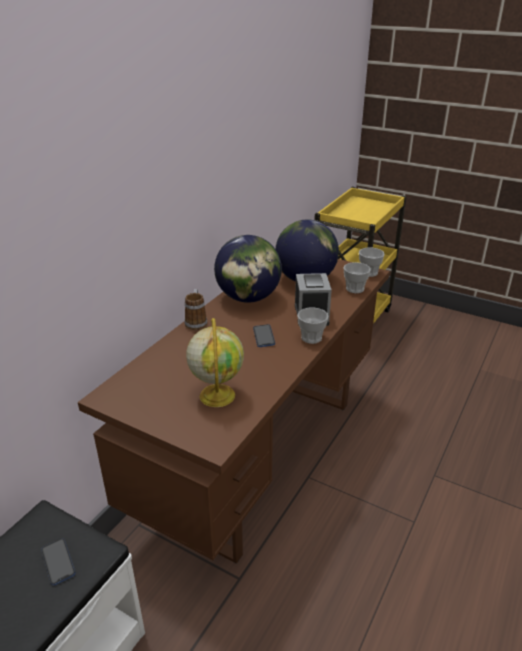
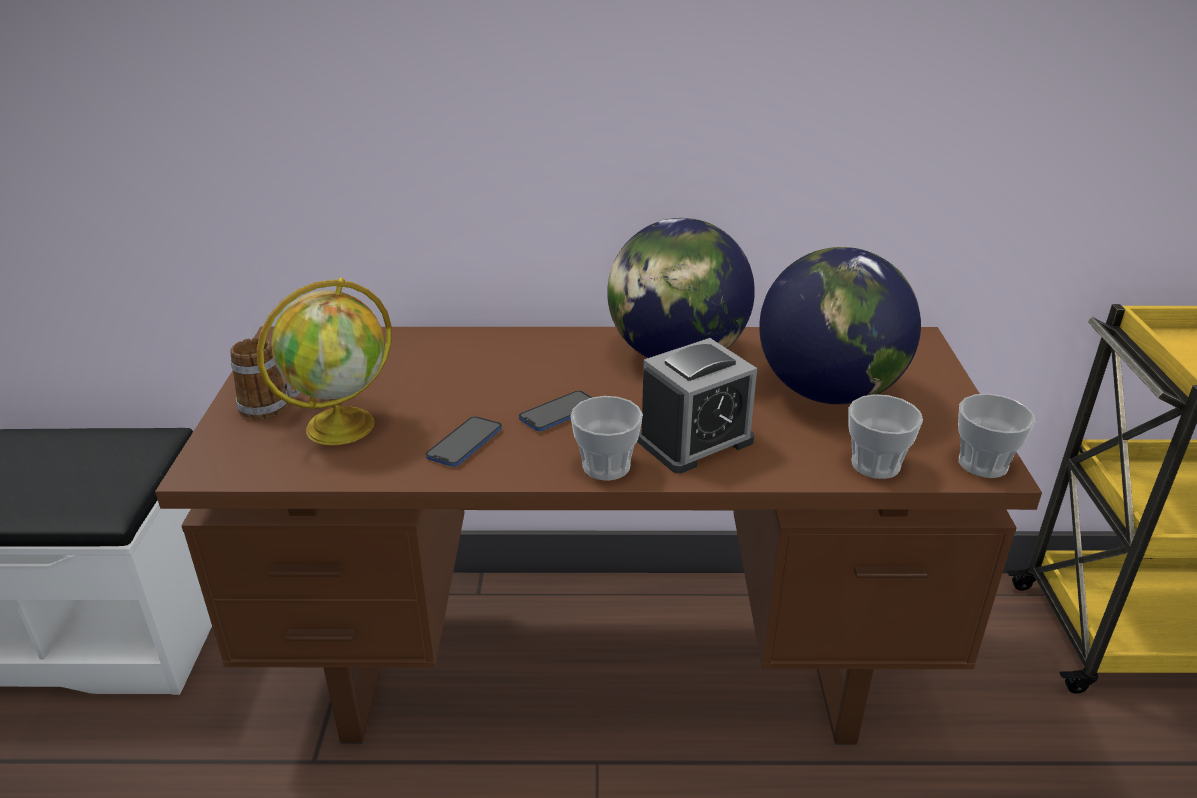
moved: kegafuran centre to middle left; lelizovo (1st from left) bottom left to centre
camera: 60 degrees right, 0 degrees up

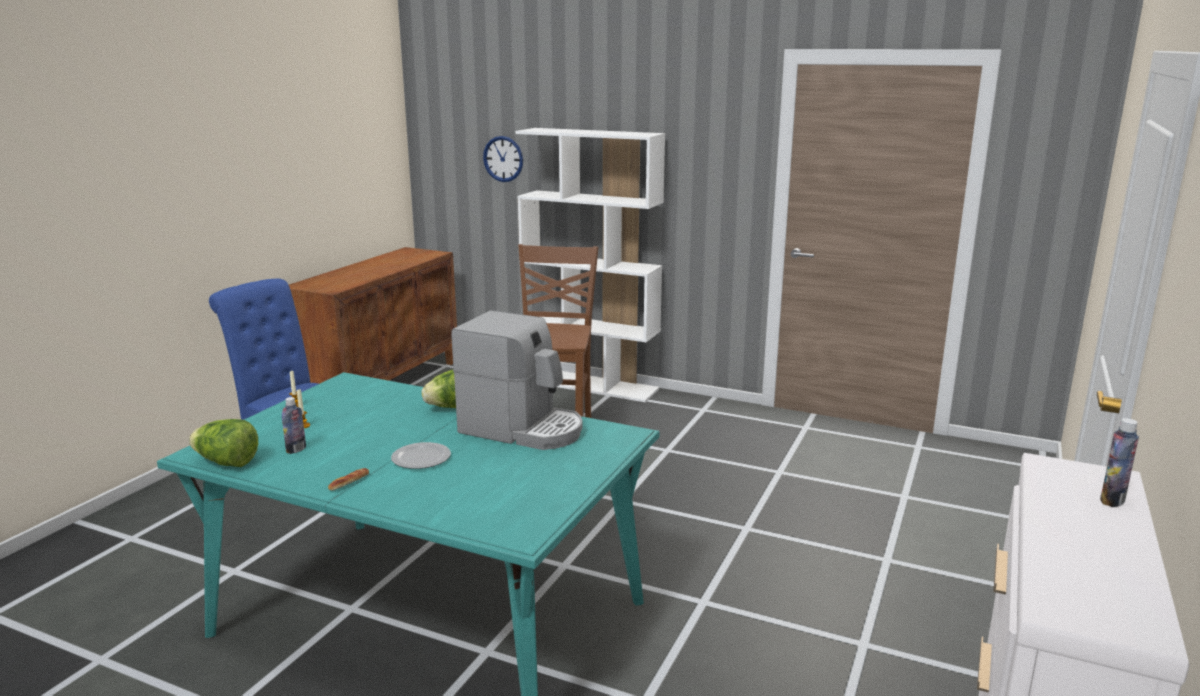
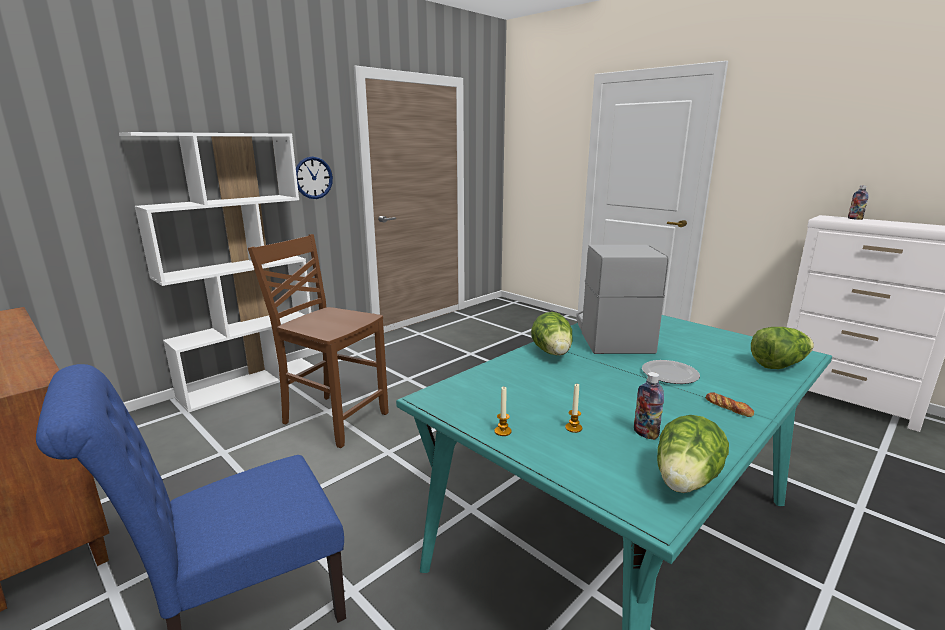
added: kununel (3rd from left) middle right
moved: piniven top centre to top left
turned: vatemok centre = centre 45 degrees counterclockwise
camera: 70 degrees left, 0 degrees up

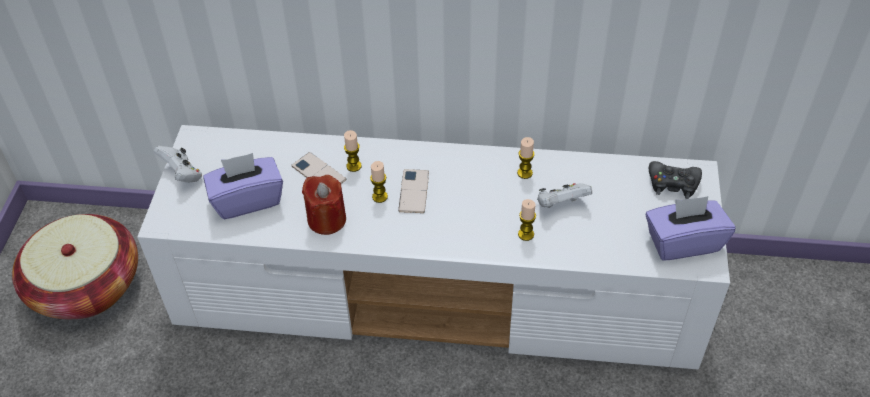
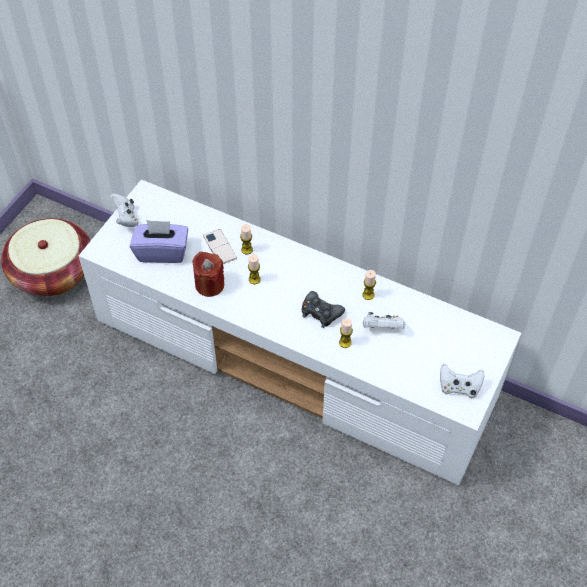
removed: lelizovo (2nd from left) centre
moved: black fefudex middle right to centre
replaced: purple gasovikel (2nd from left) middle right to white fefudex (3rd from left) middle right
camera: 20 degrees right, 5 degrees up

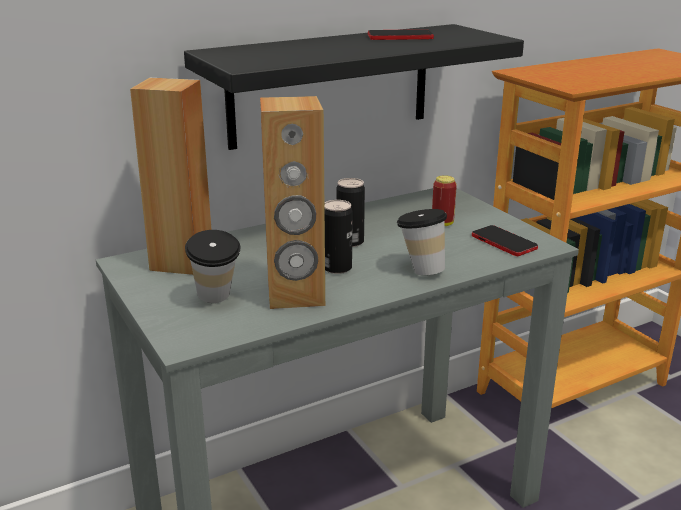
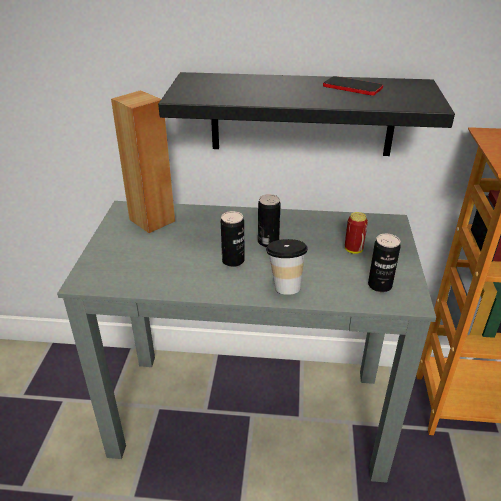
removed: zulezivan (1st from left) middle left; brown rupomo (2nd from left) centre
replaced: lelizovo (2nd from left) middle right to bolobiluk (4th from left) middle right
camera: 35 degrees right, 10 degrees up

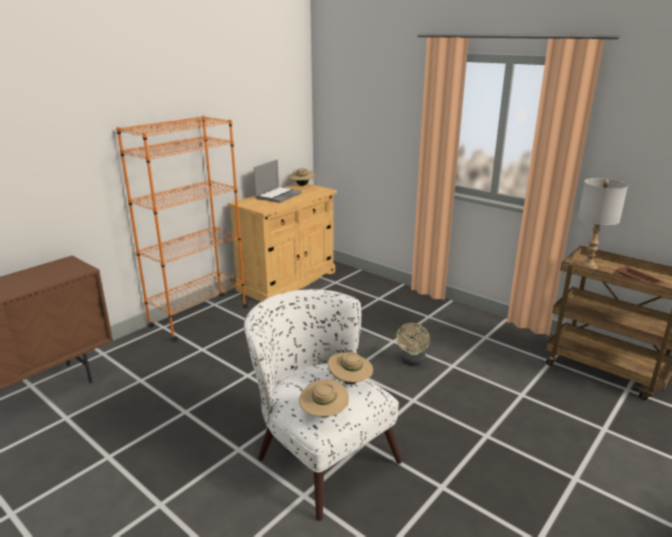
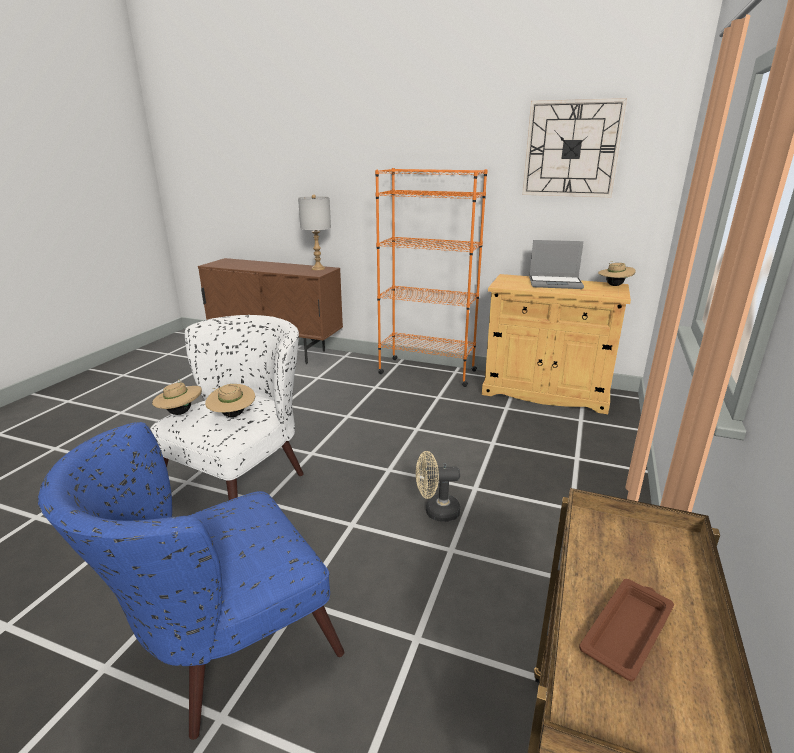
added: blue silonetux bottom left; piniven top right
moved: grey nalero middle right to top centre
camera: 70 degrees right, 0 degrees up

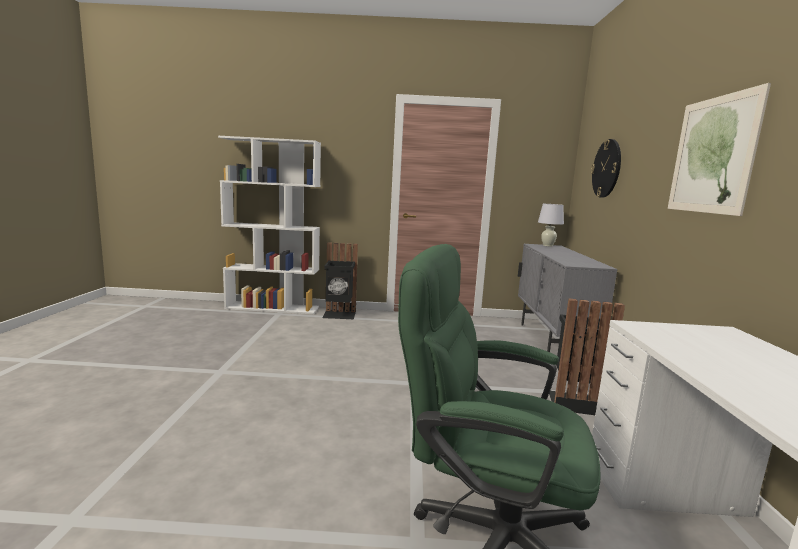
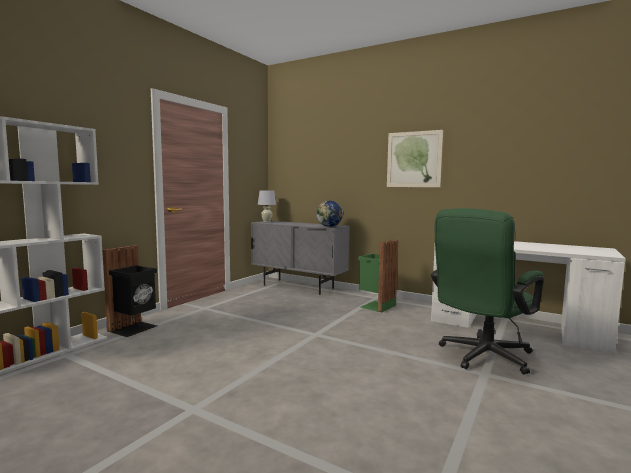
removed: piniven top right
added: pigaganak centre
recoloured: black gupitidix (2nd from left) middle right to green gupitidix centre
camera: 60 degrees left, 5 degrees down

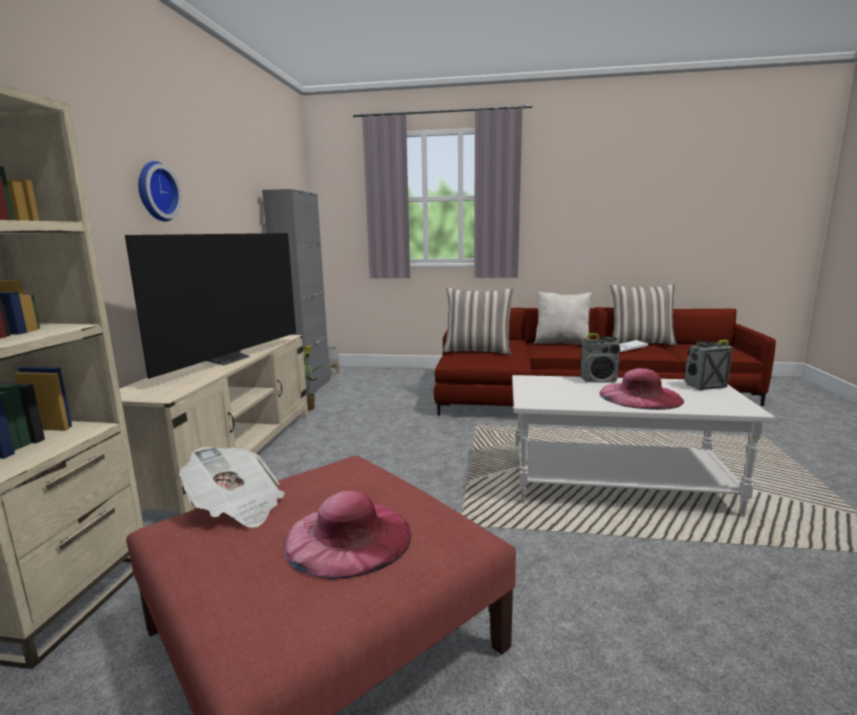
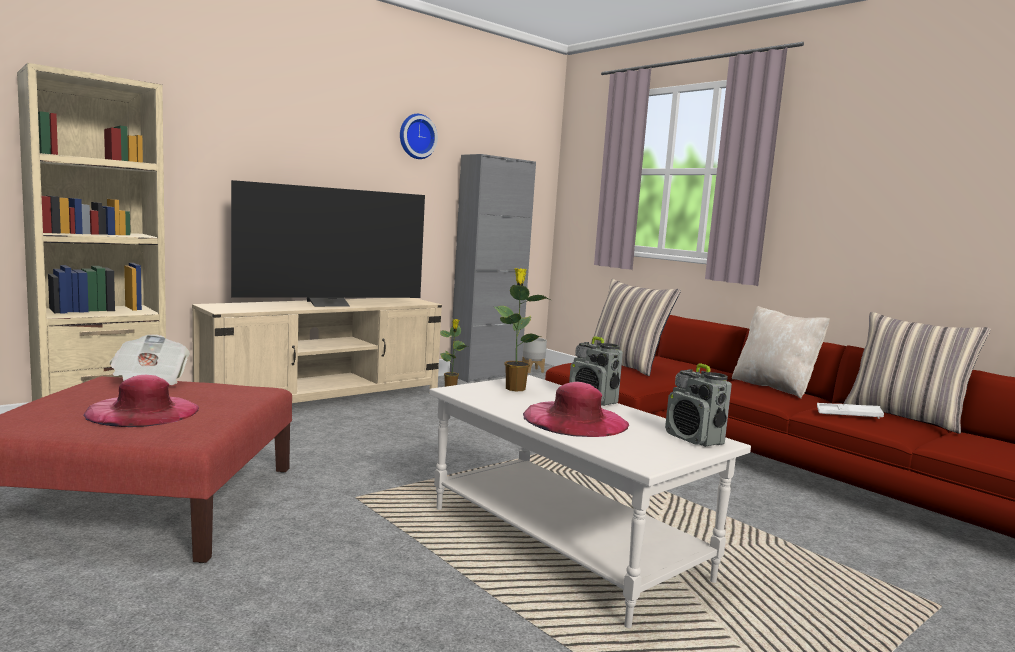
added: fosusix (2nd from left) centre
moved: piniven top left to top centre
turned: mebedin (2nd from left) middle right = middle right 150 degrees counterclockwise
camera: 40 degrees right, 5 degrees down

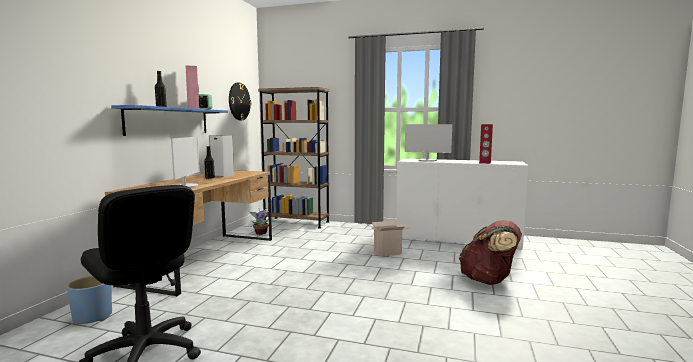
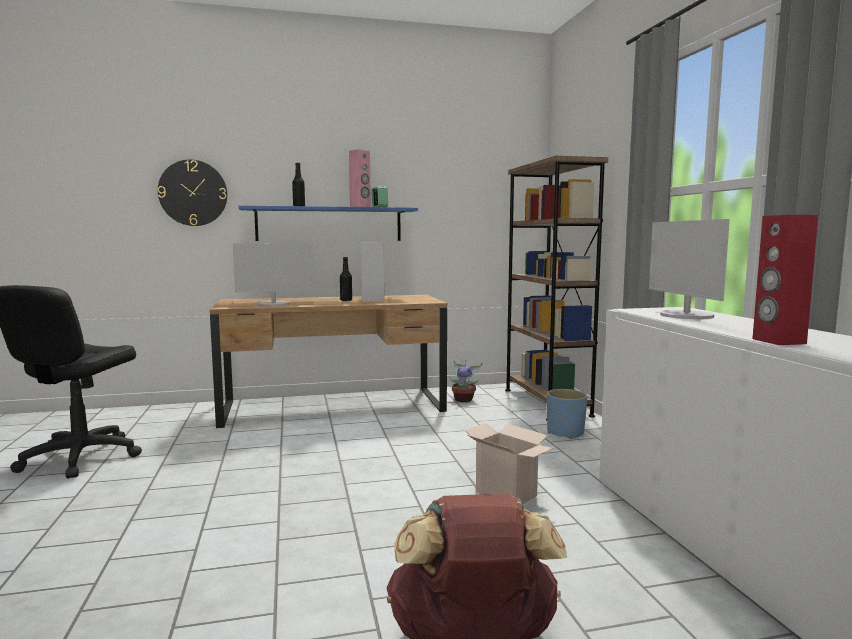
moved: piniven top centre to top left; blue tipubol bottom left to centre
camera: 60 degrees right, 0 degrees up

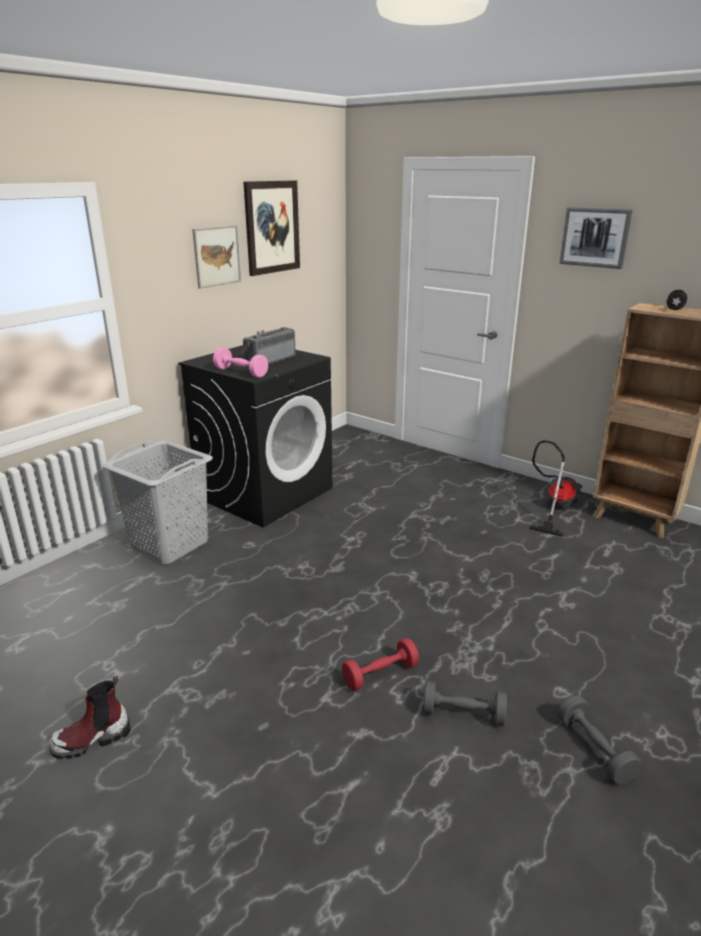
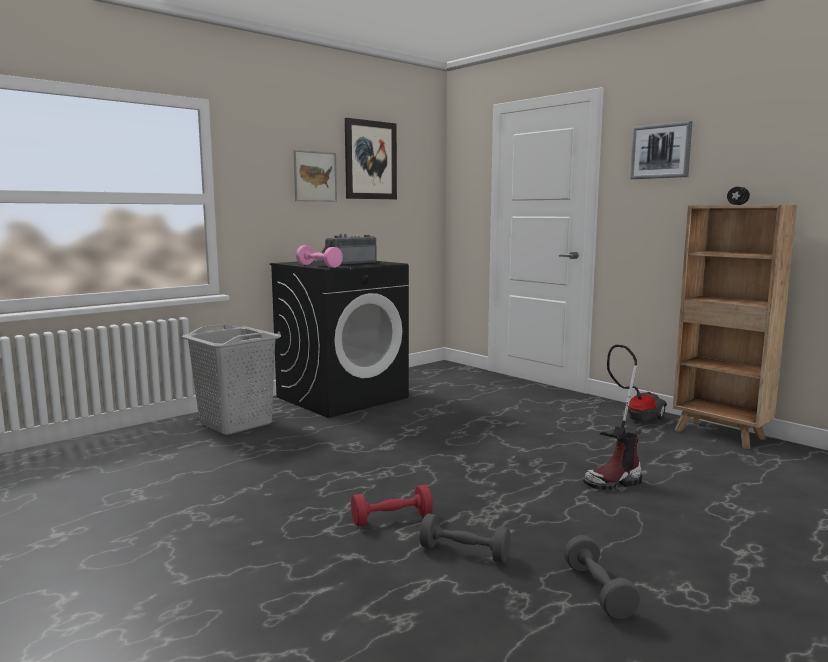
moved: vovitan bottom left to bottom right
camera: 10 degrees right, 15 degrees down

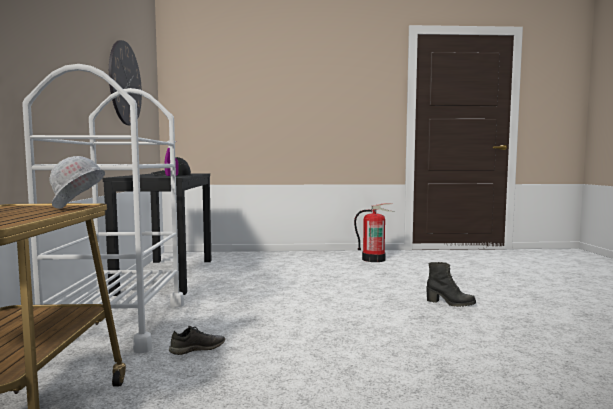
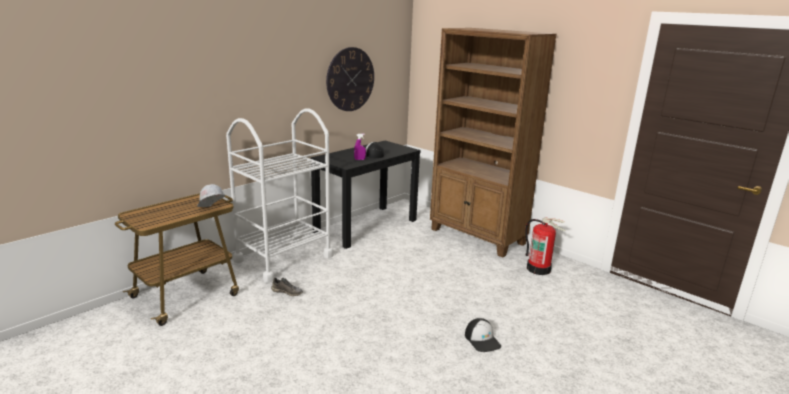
added: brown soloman centre
replaced: black vovitan bottom right to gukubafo (2nd from left) bottom centre
camera: 45 degrees right, 15 degrees up

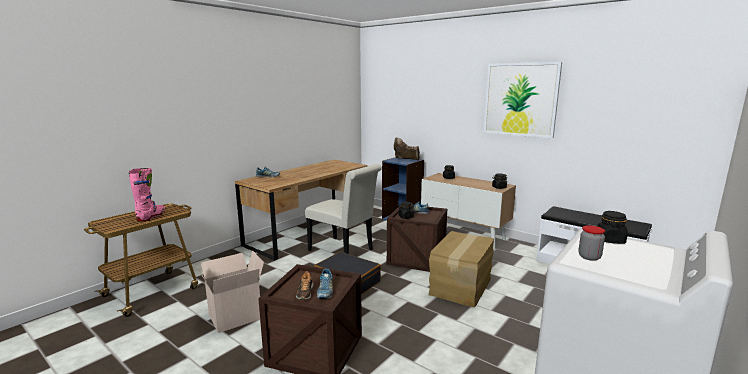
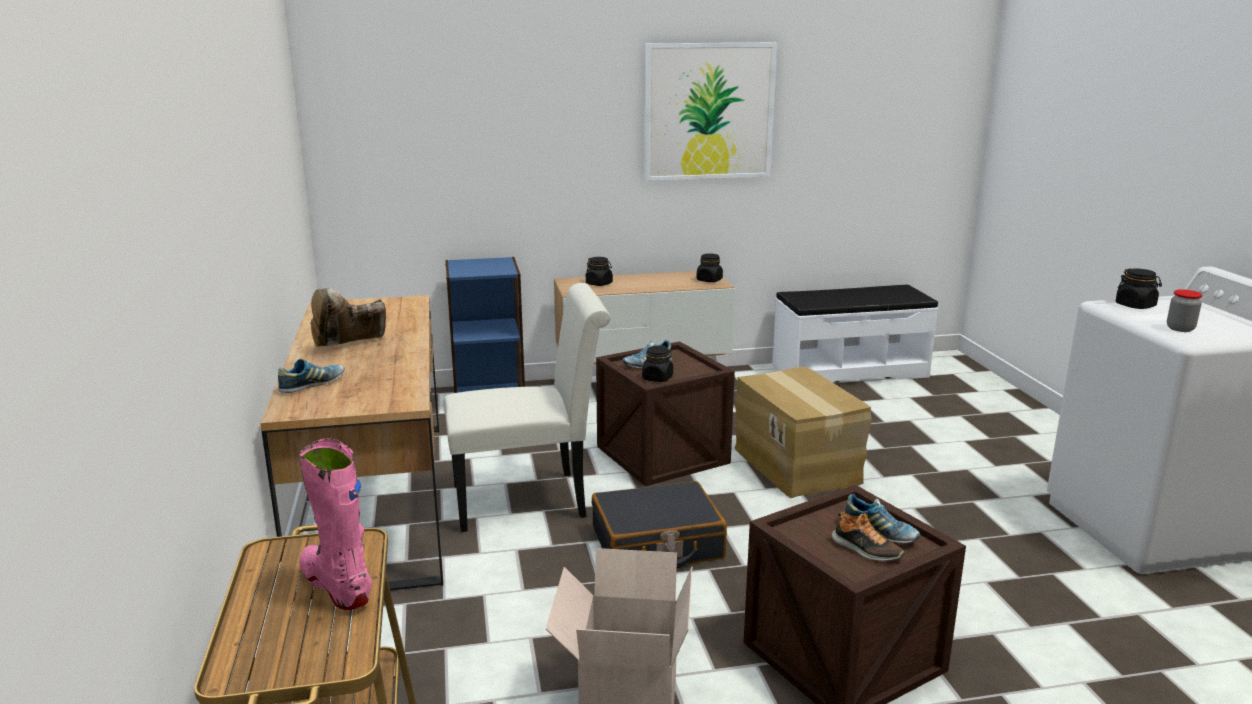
moved: brown vovitan centre to middle left
camera: 50 degrees left, 5 degrees up

